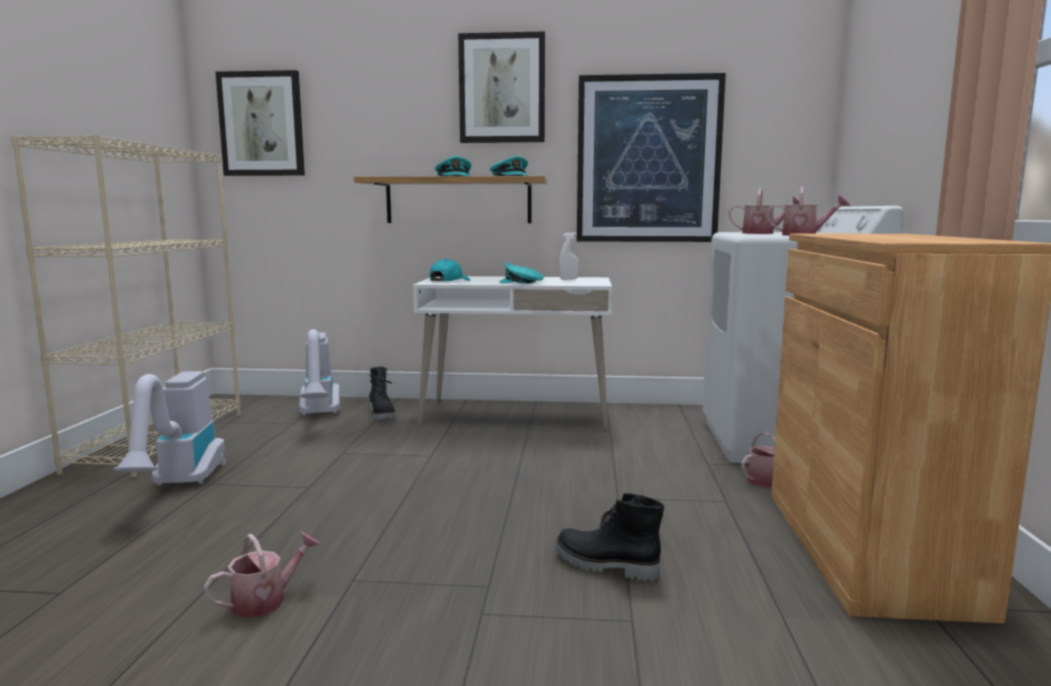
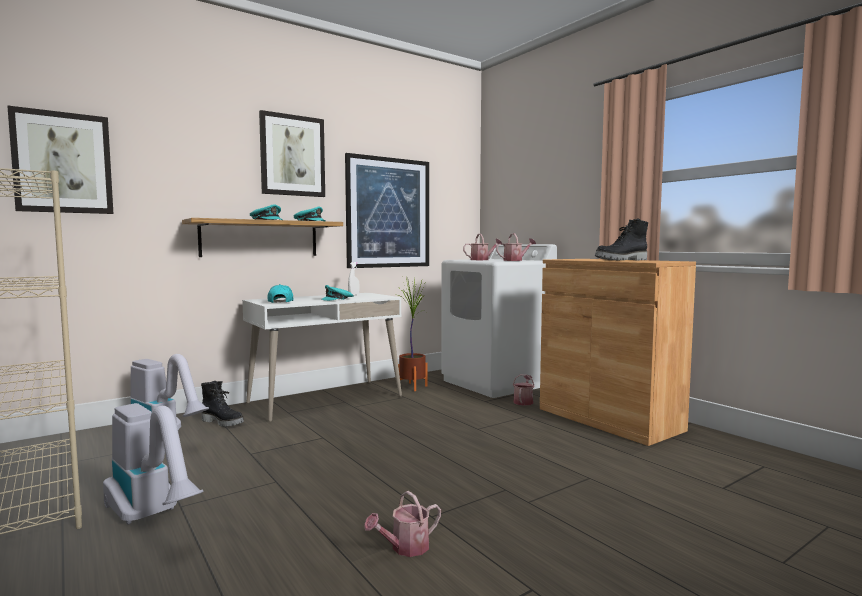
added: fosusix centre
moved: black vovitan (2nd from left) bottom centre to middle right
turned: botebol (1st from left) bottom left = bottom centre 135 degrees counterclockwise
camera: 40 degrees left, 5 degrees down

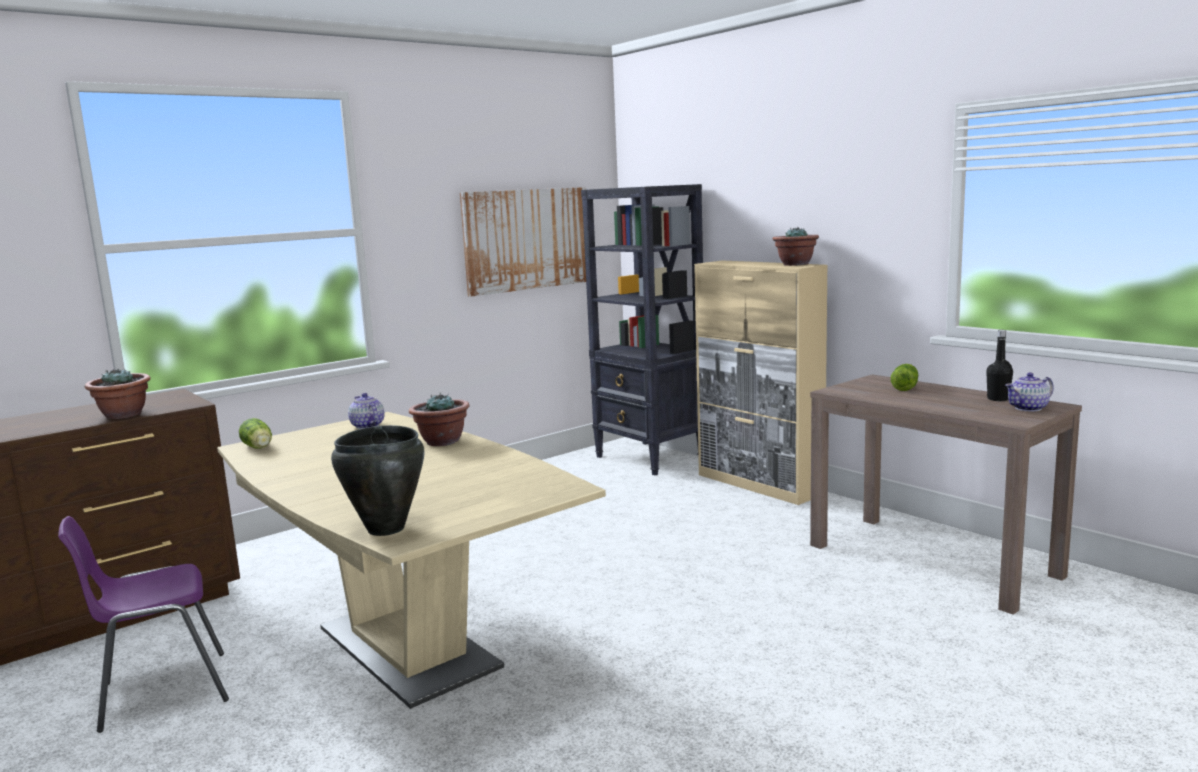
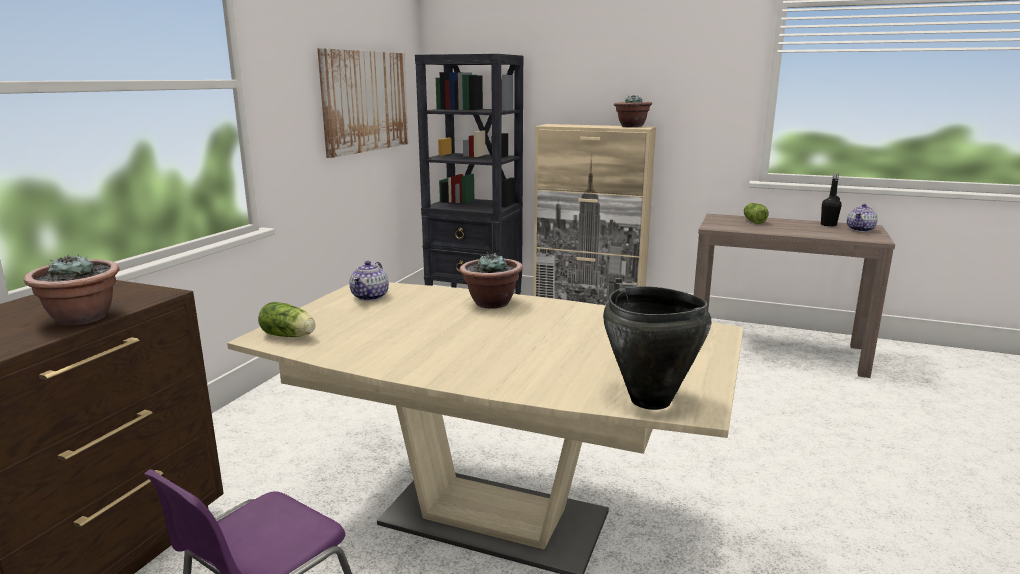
turned: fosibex (1st from left) middle left = centre 105 degrees counterclockwise
camera: 30 degrees left, 5 degrees up

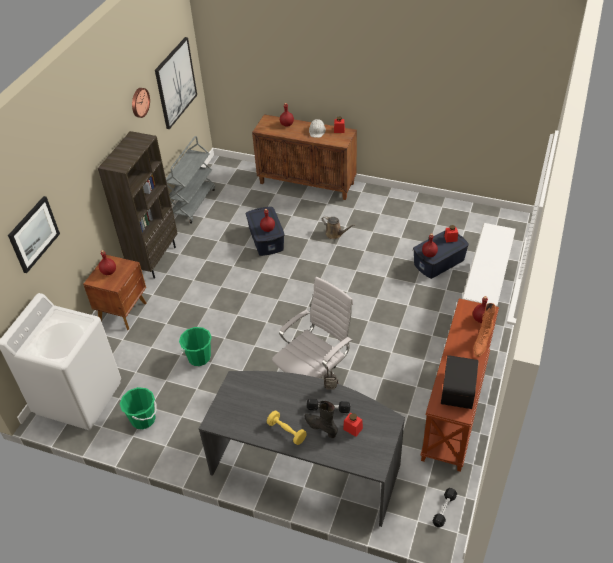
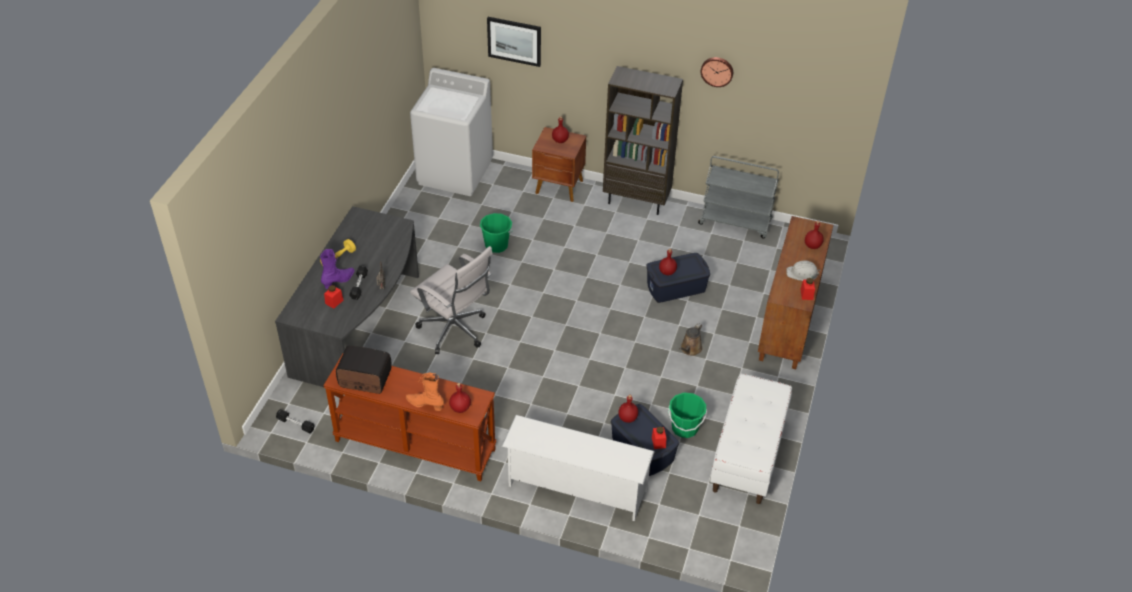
removed: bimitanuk (2nd from left) top left
added: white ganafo bottom centre
moved: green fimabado (1st from left in the first image) bottom left to green fimabado (2nd from left) bottom centre
recoloured: black vovitan bottom centre to purple vovitan middle left
camera: 85 degrees right, 0 degrees up

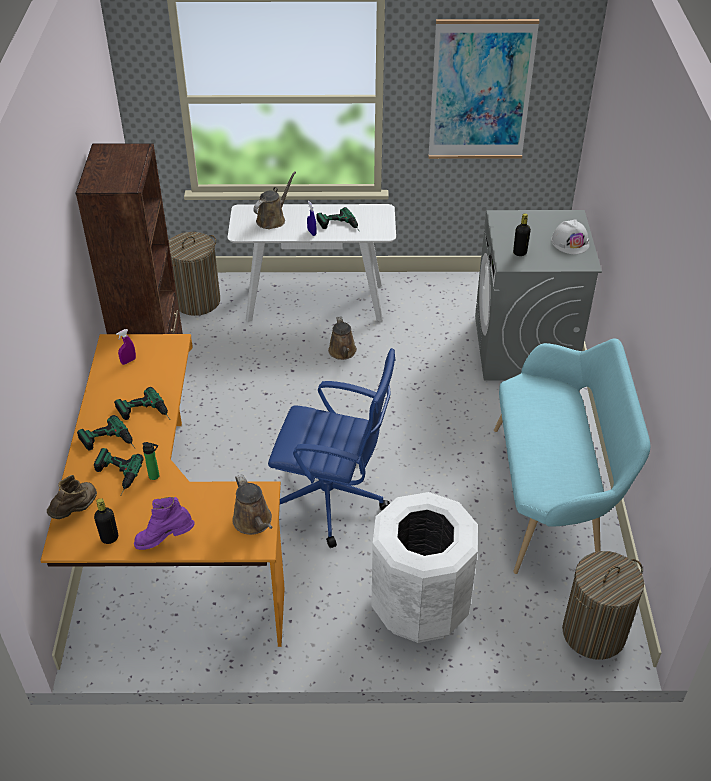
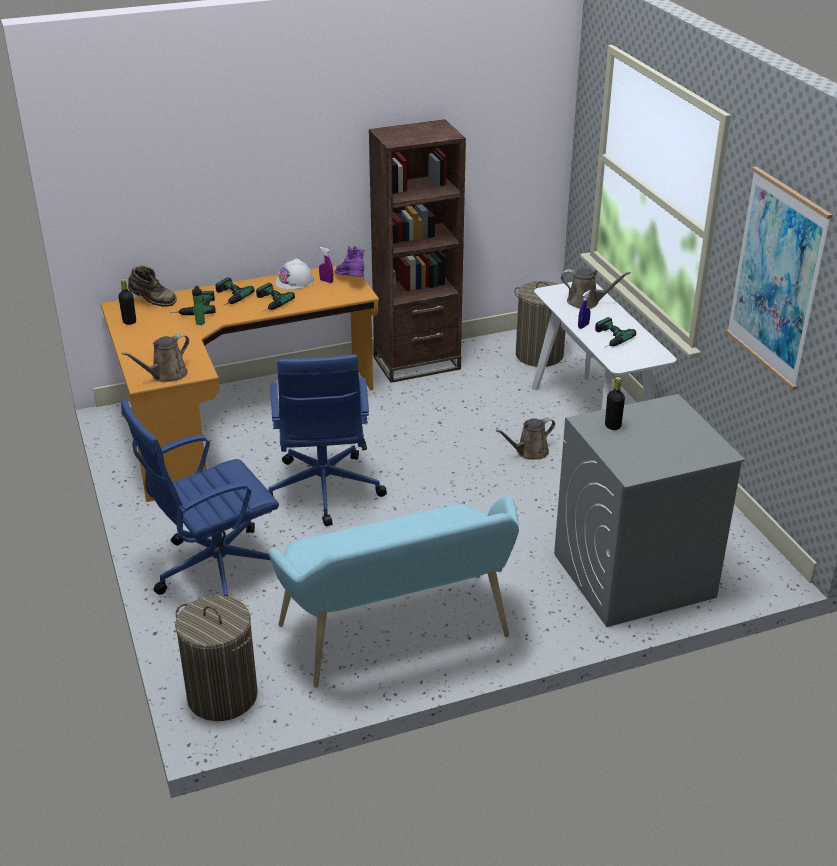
moved: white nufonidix top right to top centre; purple vovitan bottom left to top centre
replaced: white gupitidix bottom centre to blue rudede (1st from left) middle left
camera: 70 degrees right, 10 degrees down

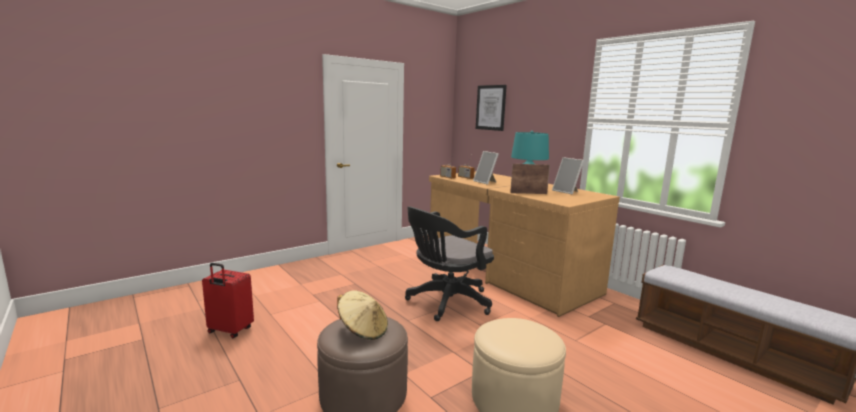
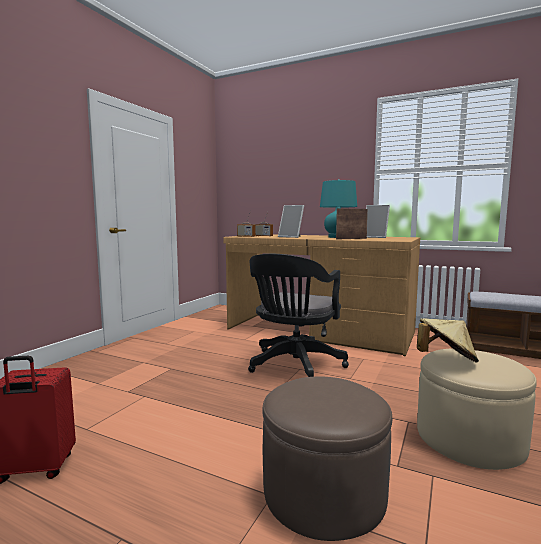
removed: bimitanuk top centre
moved: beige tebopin bottom centre to middle right
camera: 25 degrees left, 5 degrees down

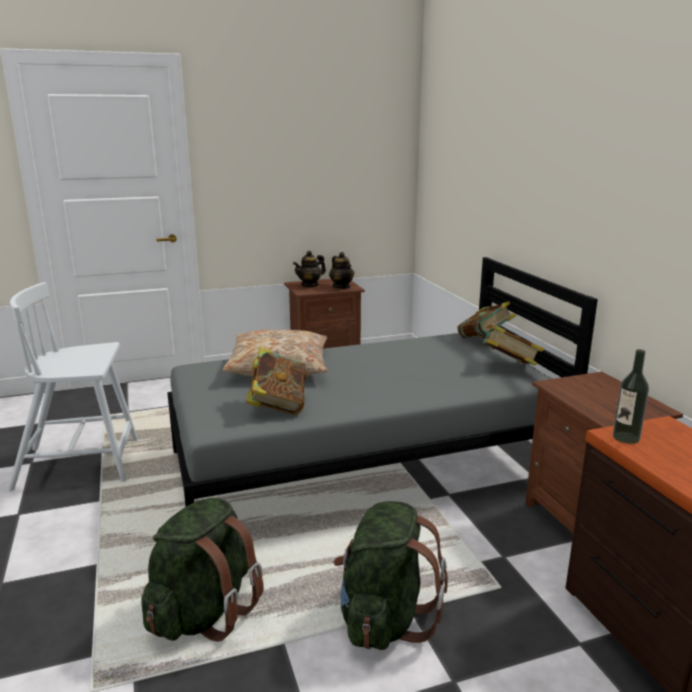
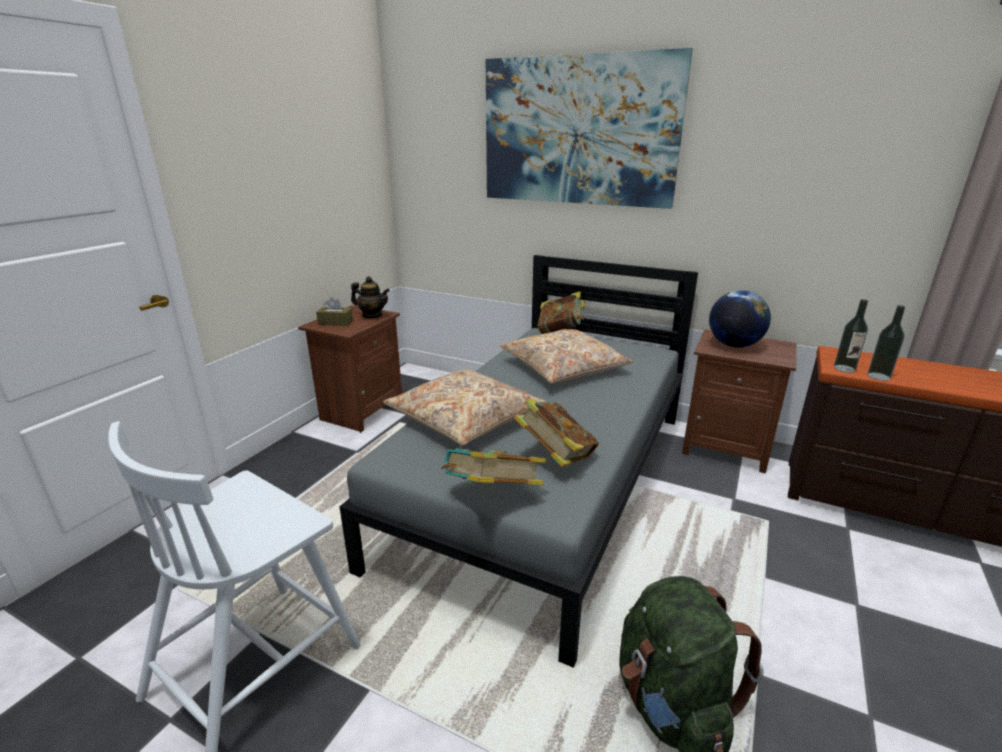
removed: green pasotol (2nd from left) bottom centre
added: bimitanuk top centre; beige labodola (2nd from left) centre; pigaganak middle right; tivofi (2nd from left) middle right
moved: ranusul (3rd from left in the first image) middle right to ranusul (1st from left) centre
replaced: fosibex (1st from left) centre to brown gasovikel centre
camera: 45 degrees left, 5 degrees up

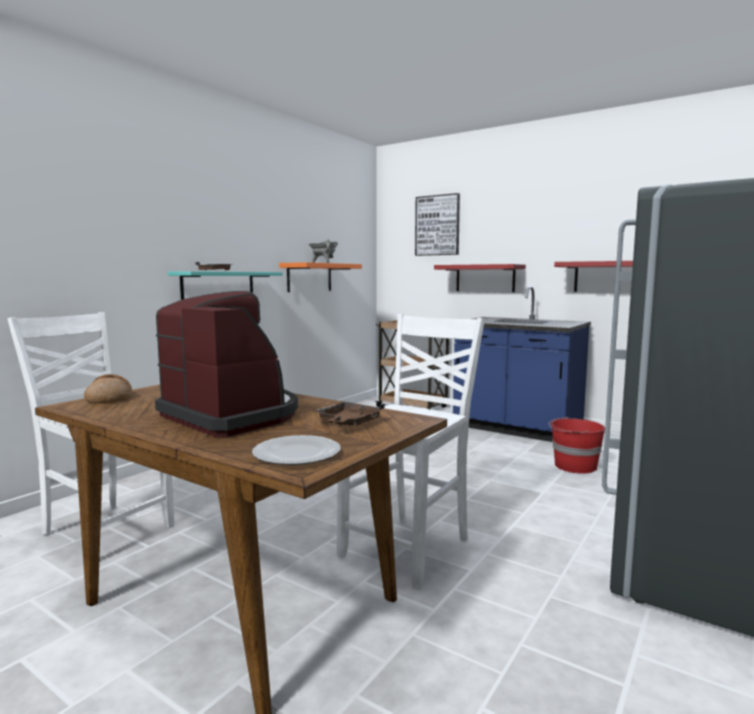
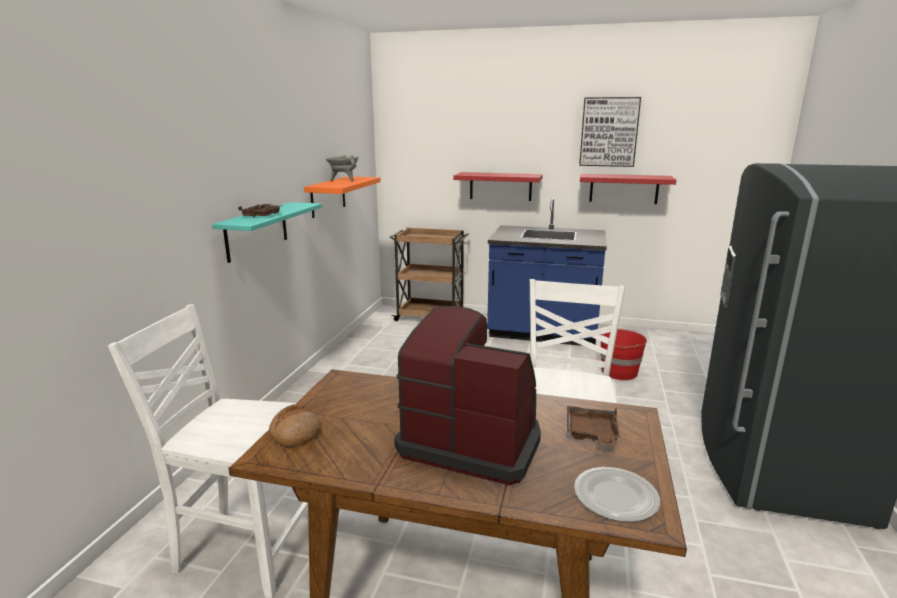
moved: bimitanuk top centre to top right
camera: 20 degrees left, 10 degrees up

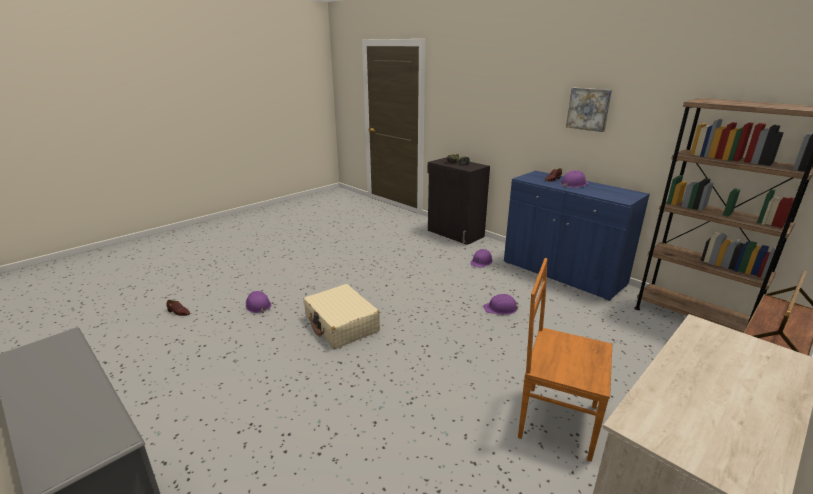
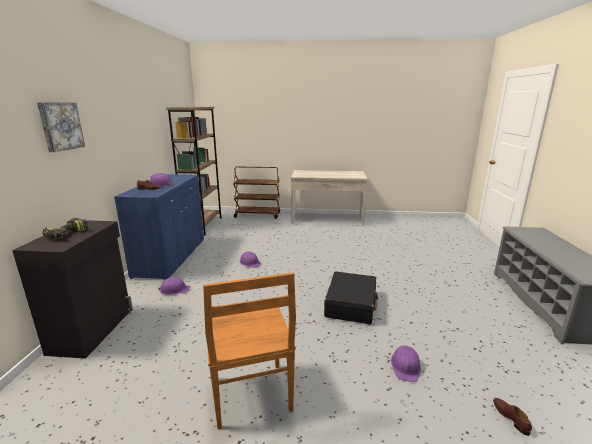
moved: bimitanuk top right to top left; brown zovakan bottom right to bottom centre
recoloured: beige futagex centre to black futagex bottom centre
camera: 130 degrees left, 5 degrees down

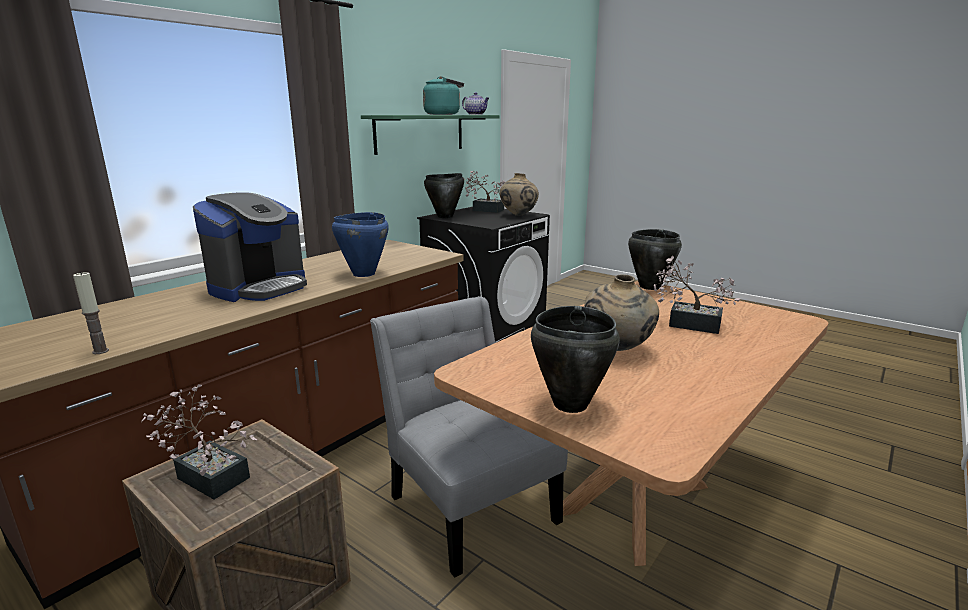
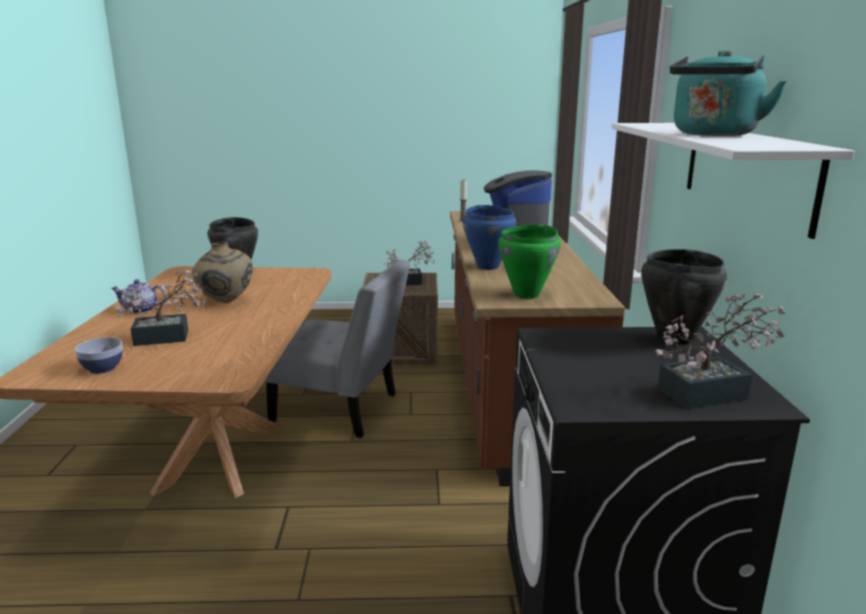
removed: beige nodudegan (1st from left) top centre; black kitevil (3rd from left) middle right
added: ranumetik middle left; green kitevil centre
moved: fosibex top centre to middle left
recoloured: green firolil top centre to white firolil top right
camera: 140 degrees right, 0 degrees up

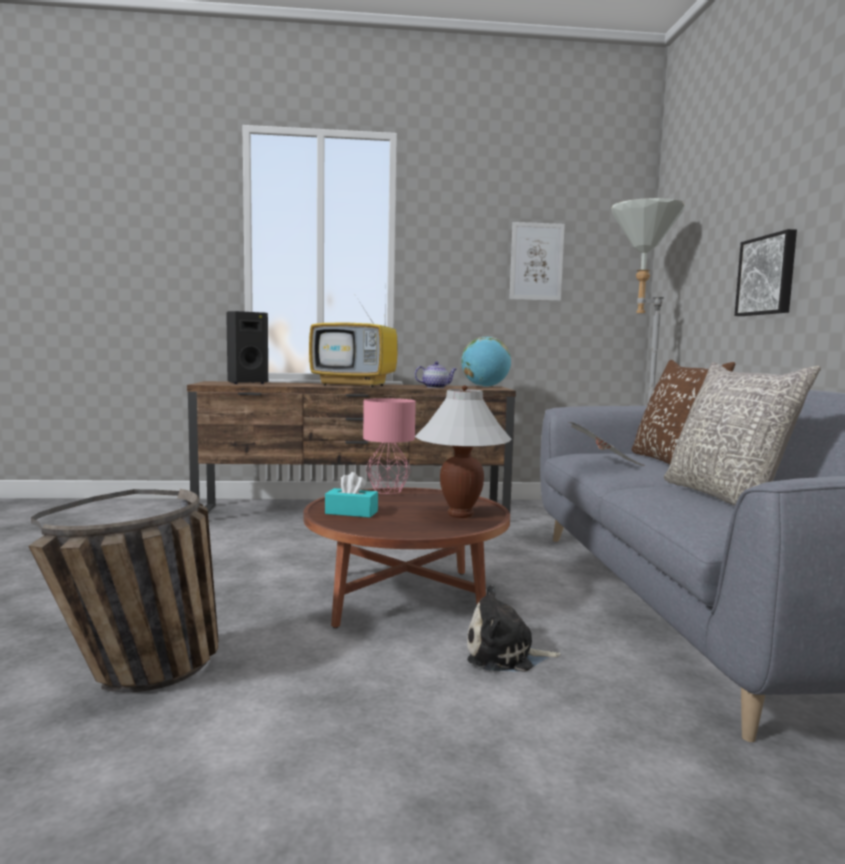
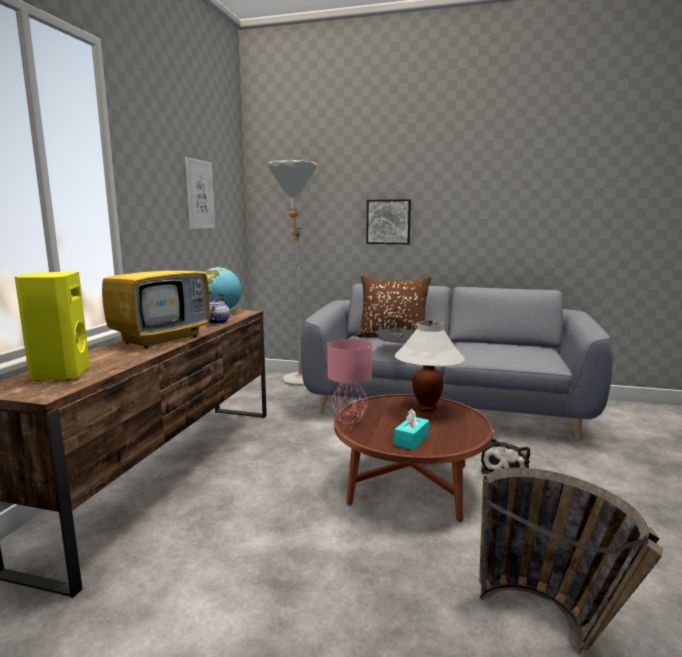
removed: grey labodola middle right
recoloured: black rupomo middle left to yellow rupomo middle left
camera: 70 degrees left, 5 degrees up

